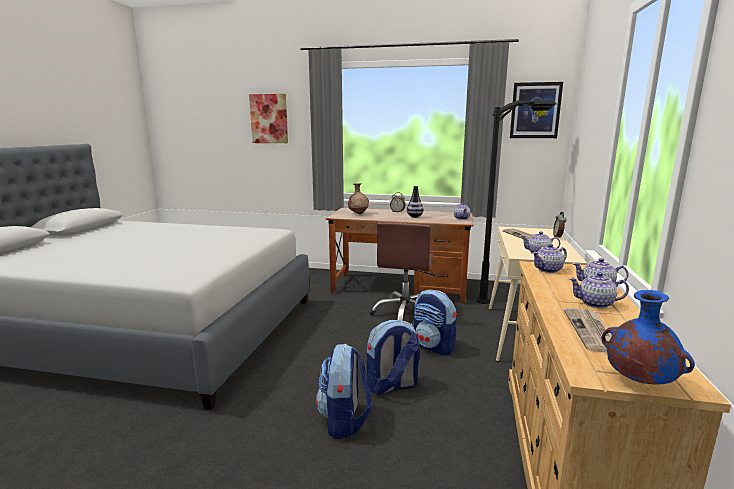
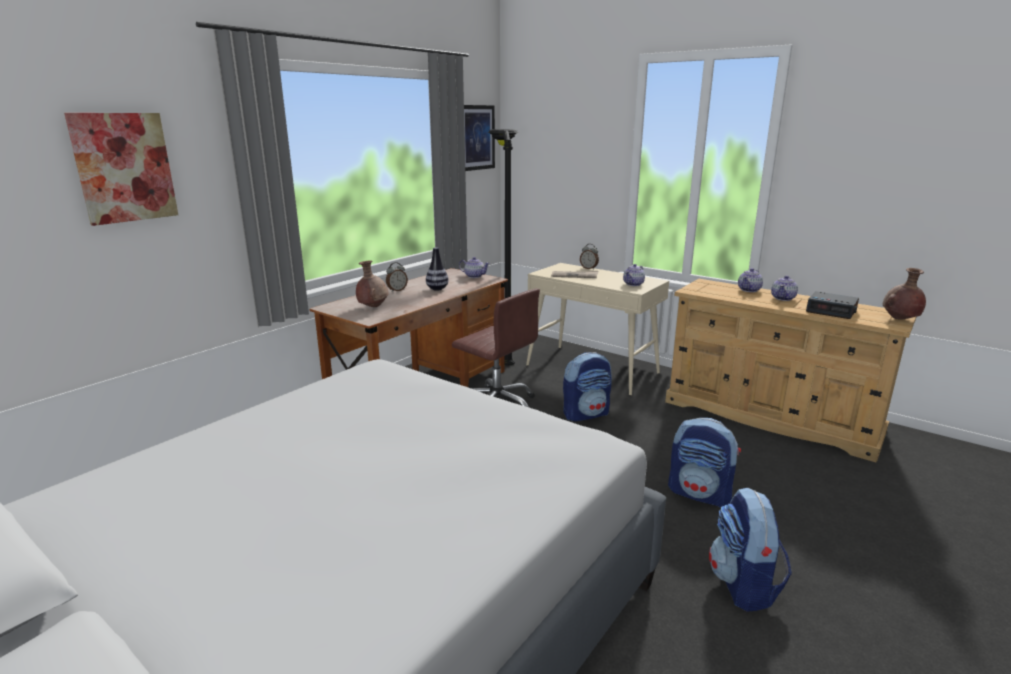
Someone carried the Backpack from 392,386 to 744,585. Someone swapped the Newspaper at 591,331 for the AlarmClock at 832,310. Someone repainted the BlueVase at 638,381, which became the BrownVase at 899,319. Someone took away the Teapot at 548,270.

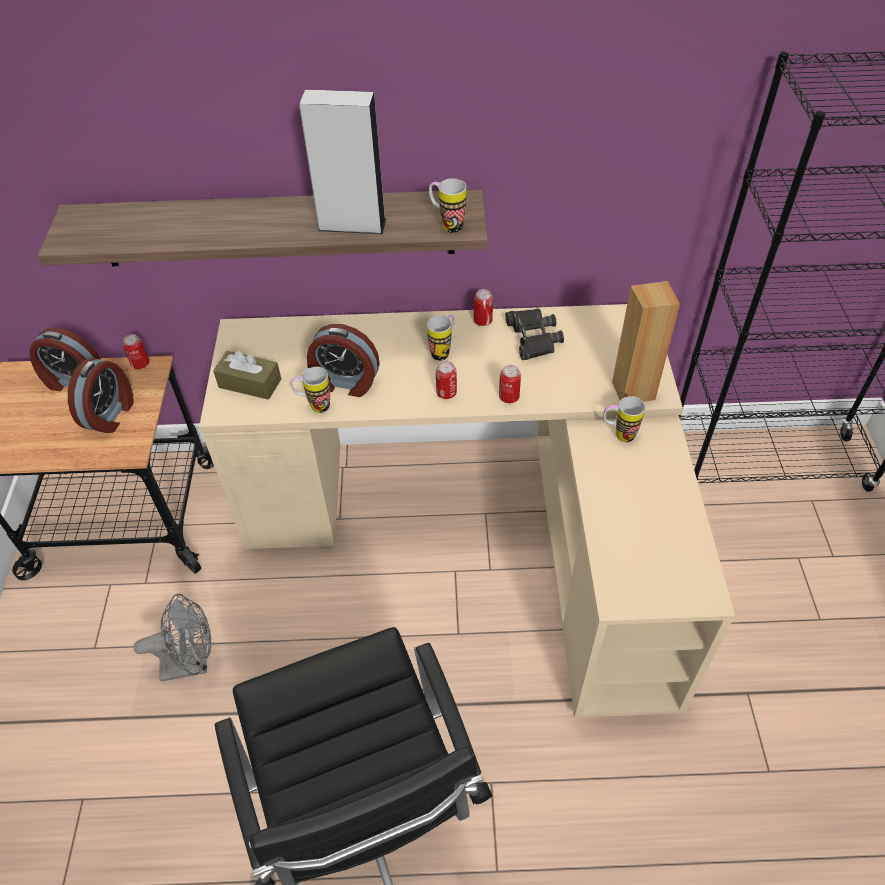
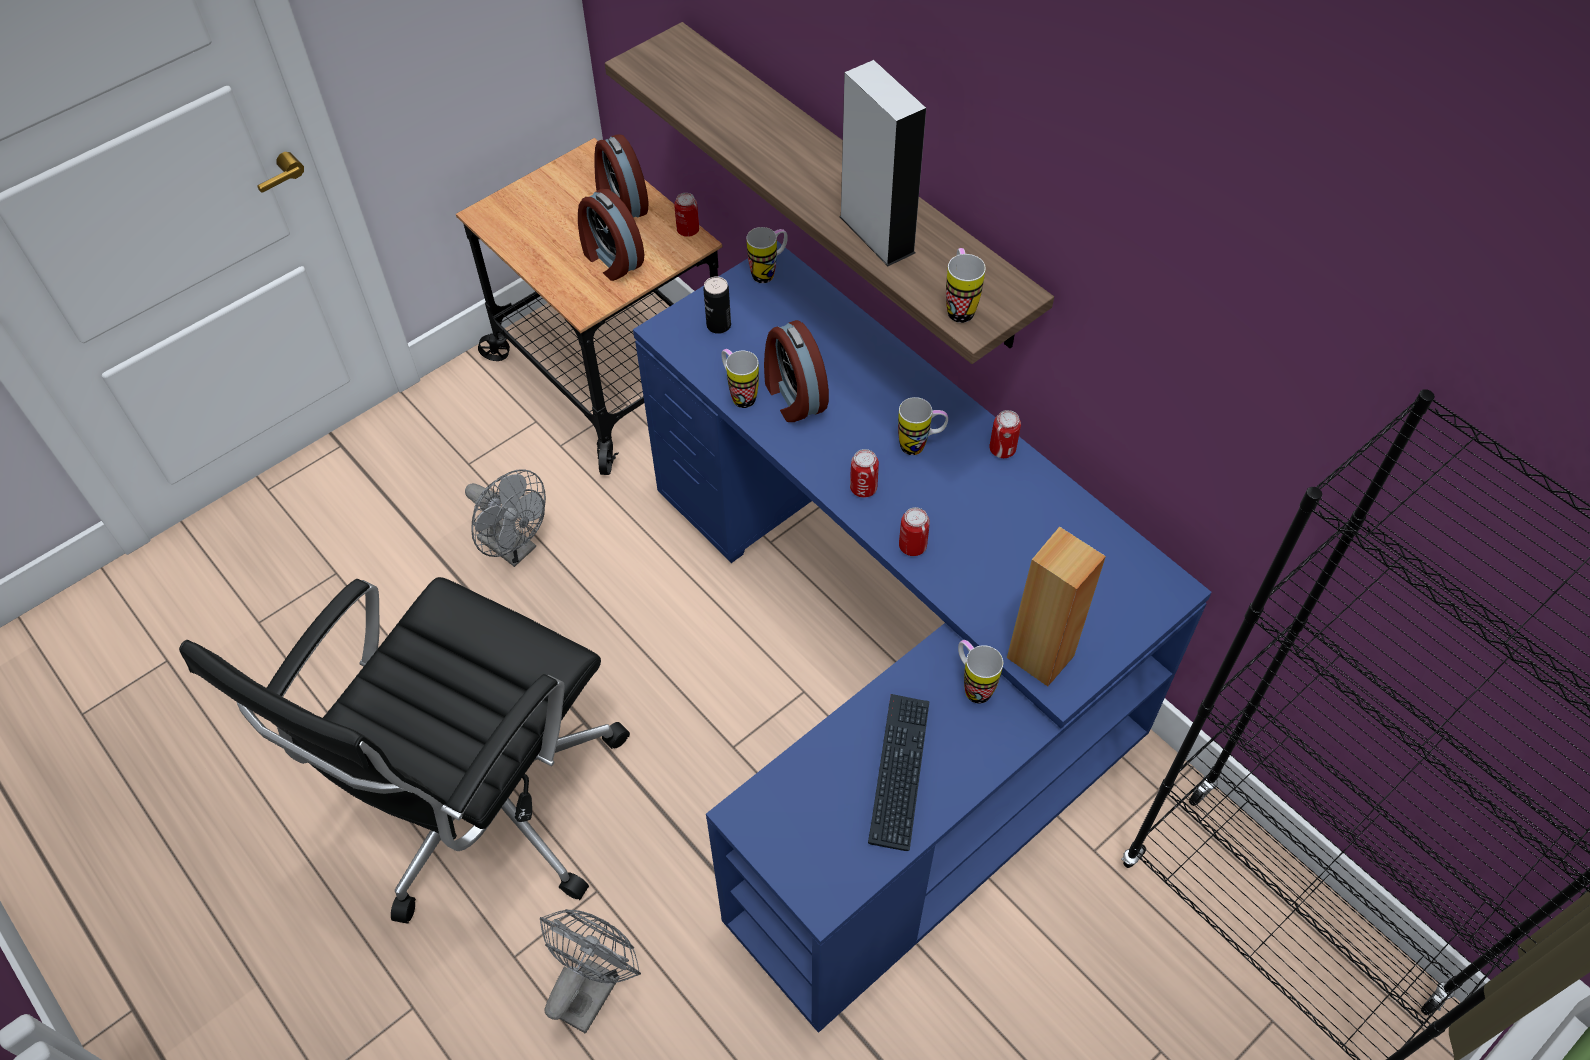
Someone put down the GreyFan at 592,985. Someone rotated the AlarmClock at 111,414 by 75 degrees clockwise. Someone repainted the BeigeDesk at 485,527, which became the BlueDesk at 885,680. Someone swapped the BrownTissueBox at 250,383 for the Can at 718,325. Someone put down the Mug at 769,272. Someone put down the Keyboard at 899,771. Someone took away the BlackBinoculars at 533,337.

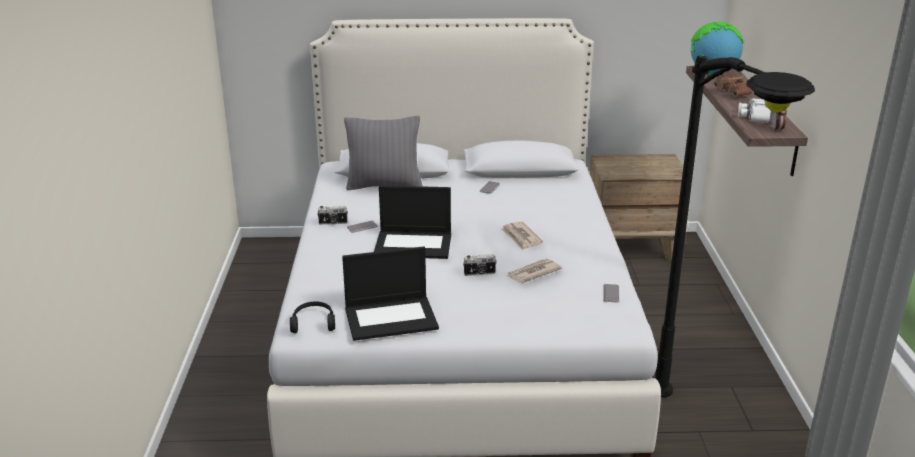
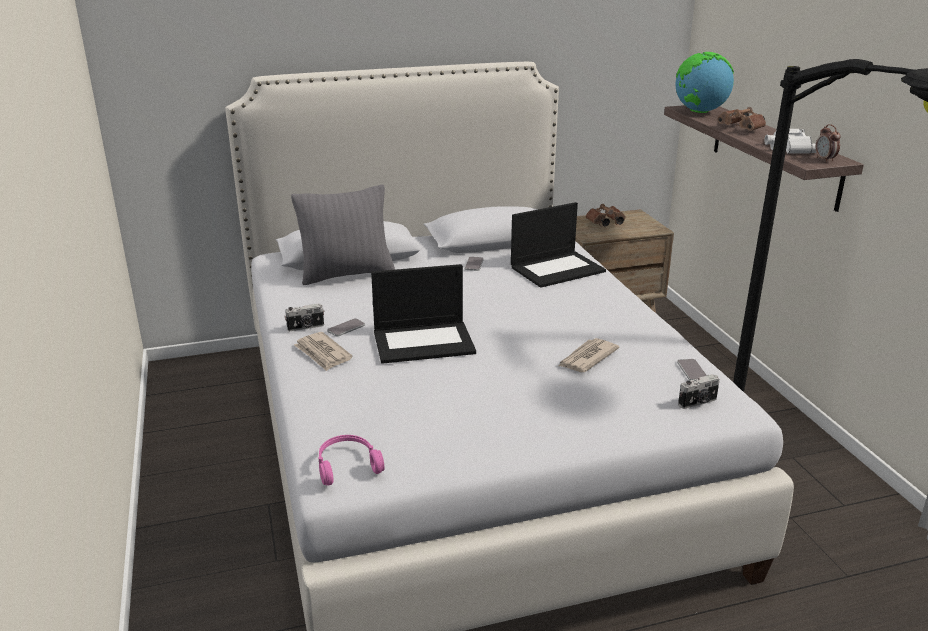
Someone carried the Newspaper from 521,237 to 322,354. Someone repainted the BlackHeadphones at 313,322, which became the PinkHeadphones at 347,465. Someone carried the Laptop from 391,318 to 557,269. Someone put down the BrownBinoculars at 605,223. Someone carried the PhotoCamera from 479,273 to 698,403.

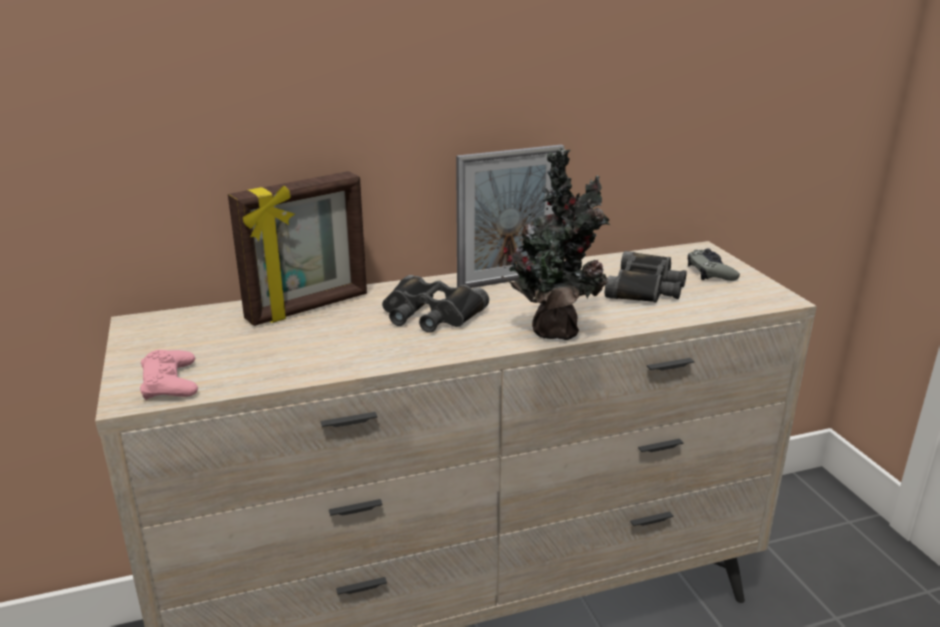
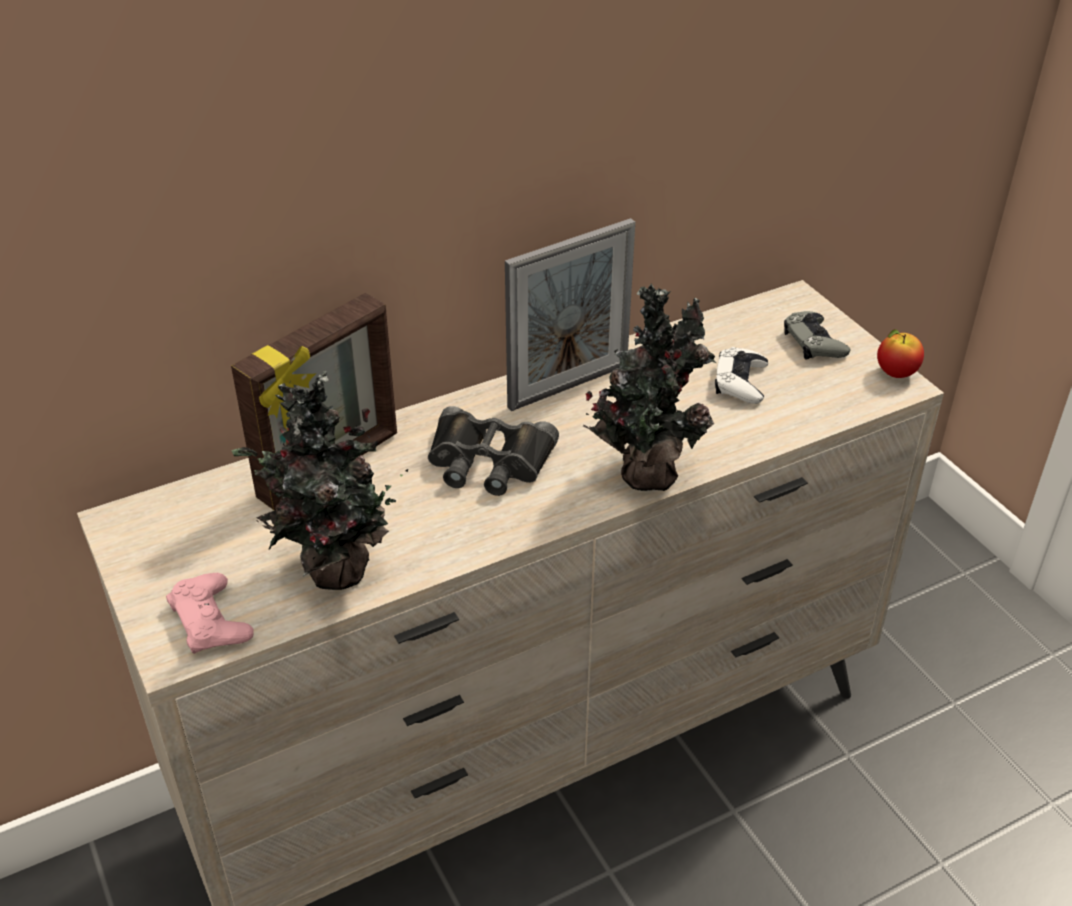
Someone put down the PottedPlant at 331,572. Someone swapped the BlackBinoculars at 646,287 for the WhiteGameController at 740,382. Someone put down the Apple at 896,373.

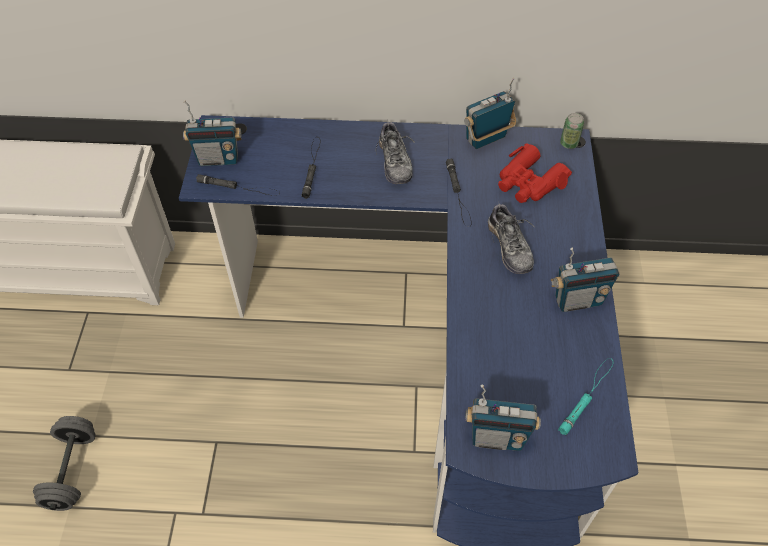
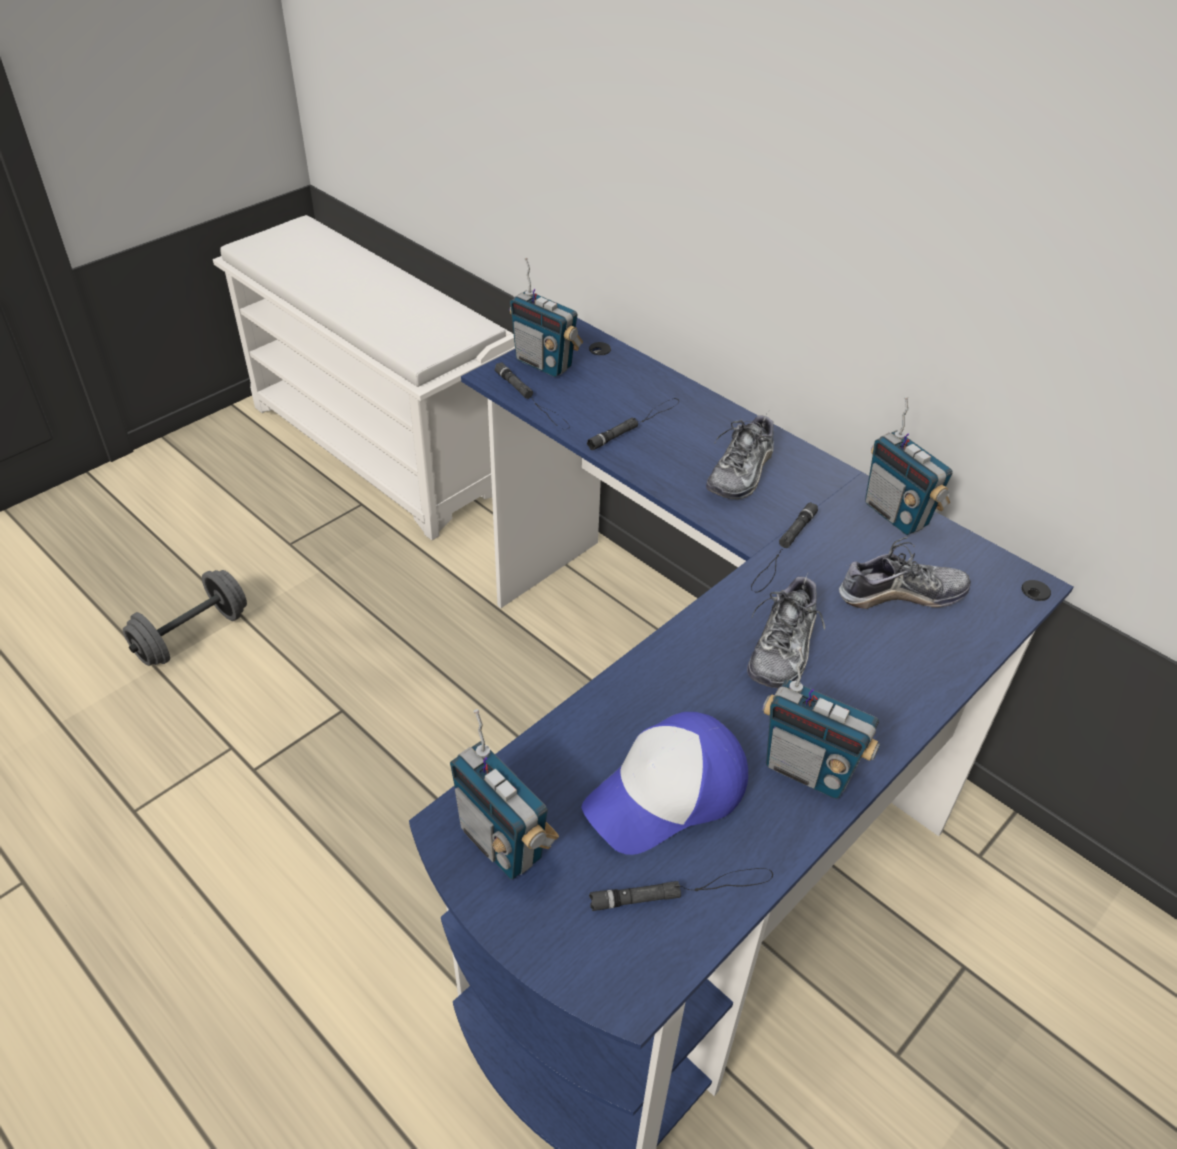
Someone put down the Cap at 667,794. Someone repainted the TurquoiseFlashlight at 587,395, which became the BlackFlashlight at 682,890. Someone swapped the RedBinoculars at 528,182 for the Shoe at 900,594. Someone rotated the Radio at 486,139 by 135 degrees counterclockwise. Someone took away the Can at 568,143.

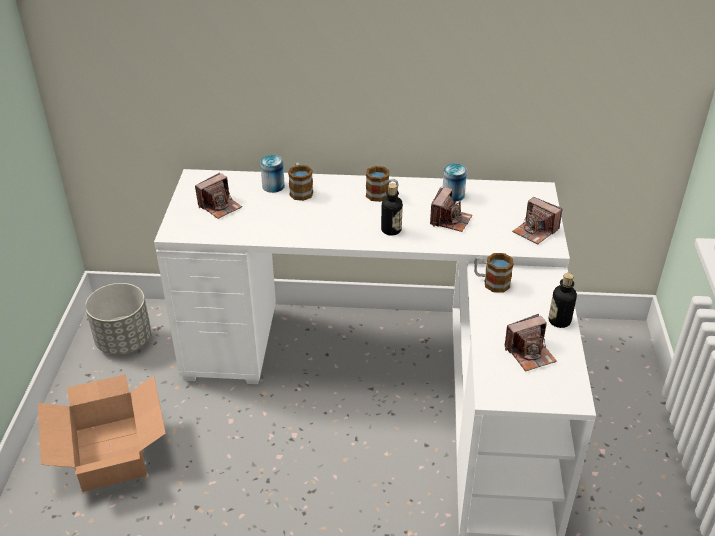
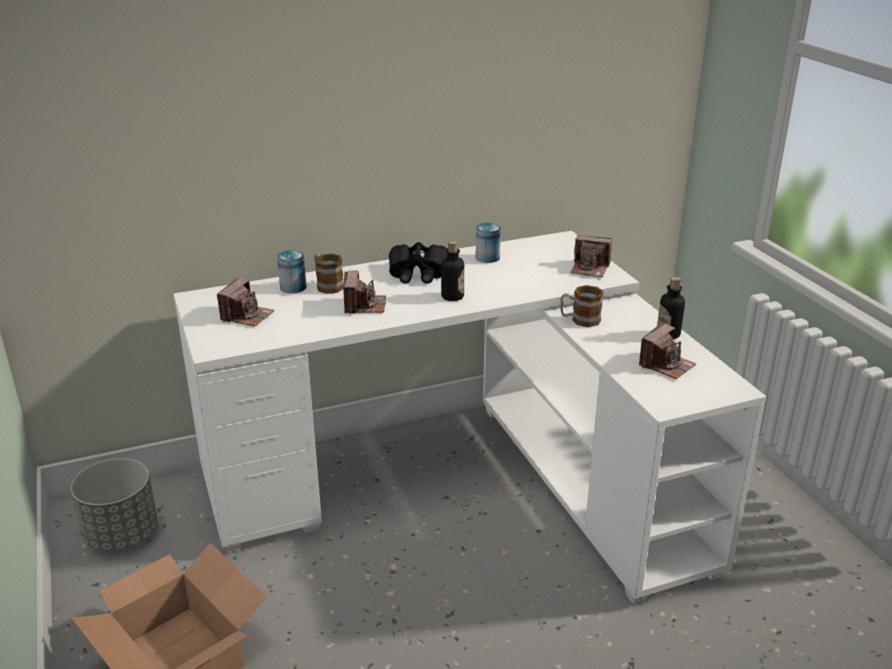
Someone carried the PhotoCamera from 450,220 to 364,305. Someone swapped the Mug at 382,196 for the BlackBinoculars at 418,272.

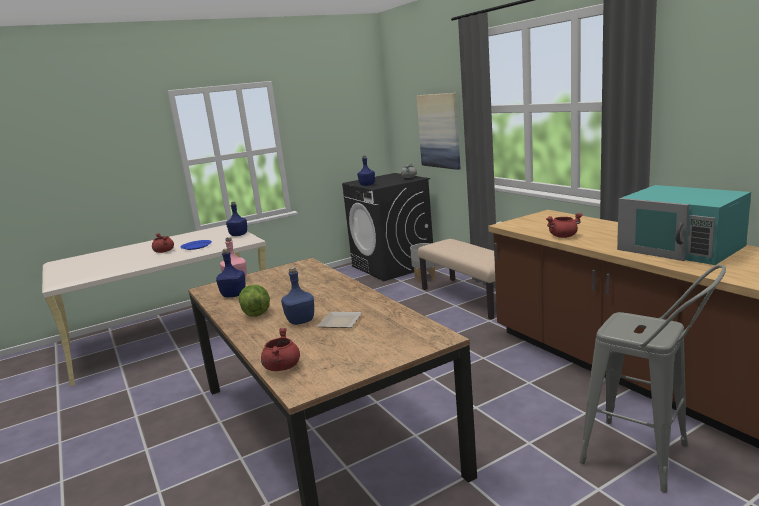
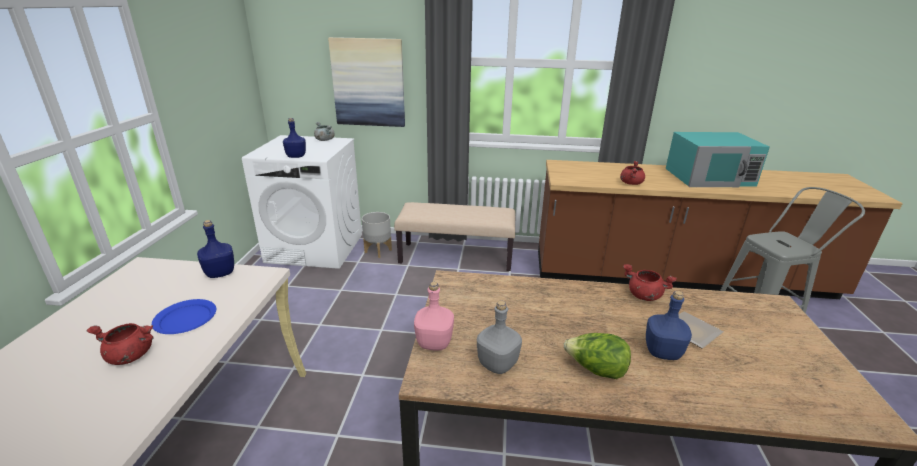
Someone repainted the BlackWashingMachine at 393,266, which became the WhiteWashingMachine at 316,248. Someone repainted the BlueBottle at 234,295, which became the GreyBottle at 498,363. Someone carried the RedCookingPot from 281,367 to 643,295.

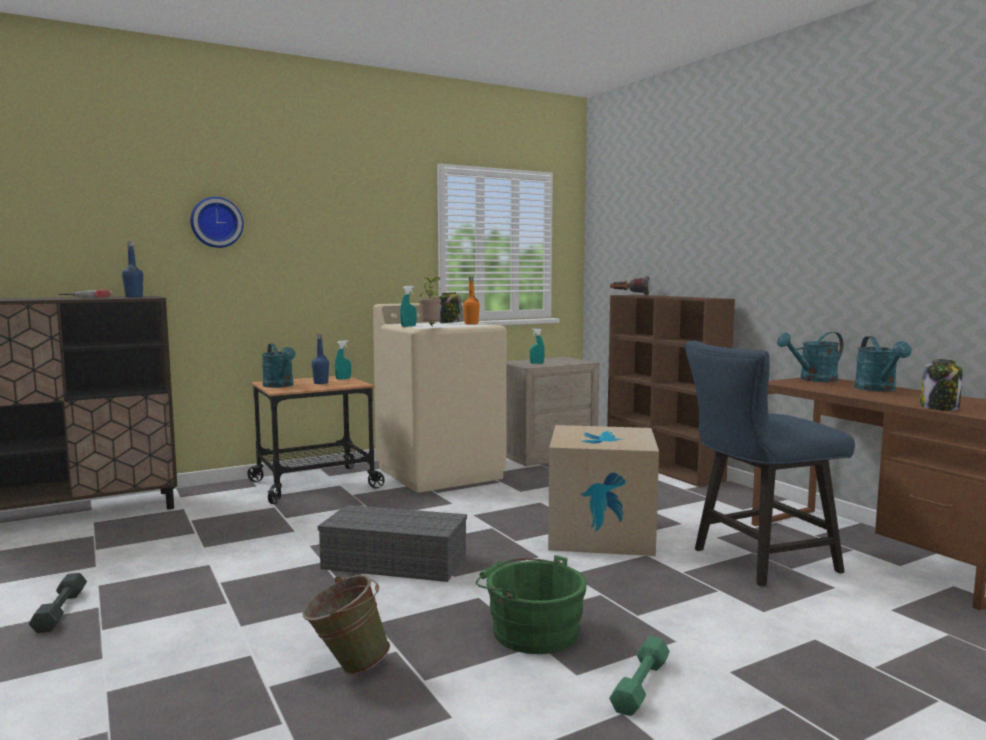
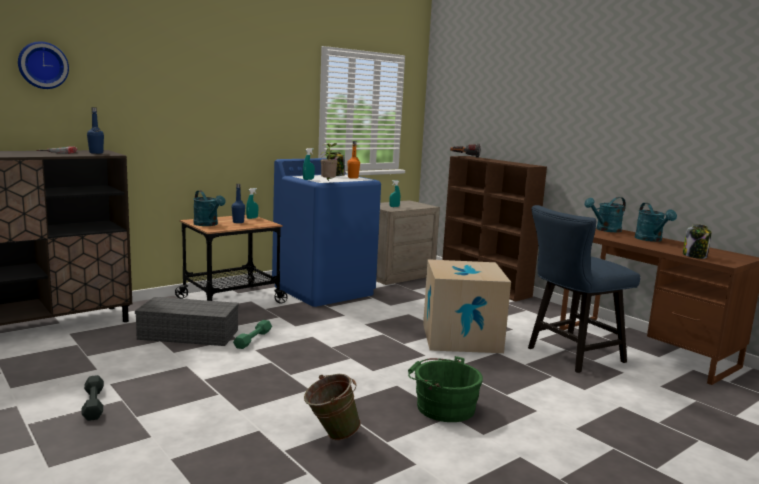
Someone carried the WallClock from 216,222 to 42,65. Someone carried the GreyStorageBox from 397,561 to 190,334. Someone carried the GreenDumbbell from 641,685 to 253,339. Someone repainted the BeigeWashingMachine at 440,473, which became the BlueWashingMachine at 324,290.

